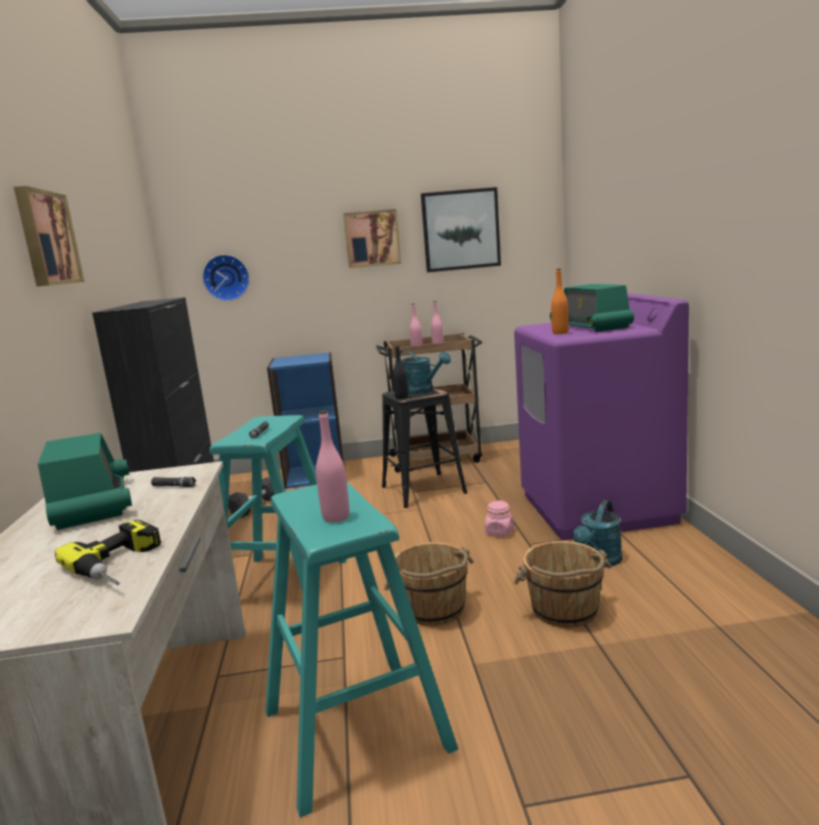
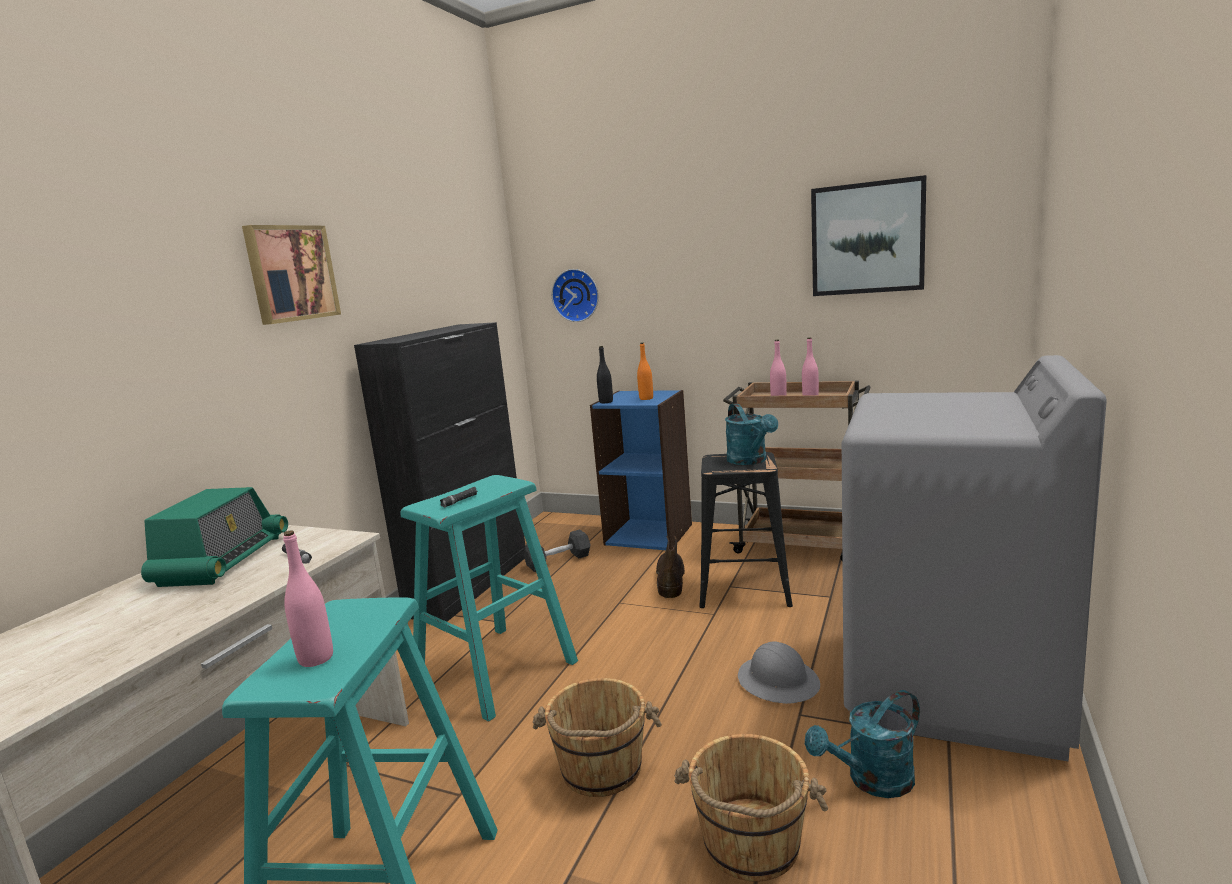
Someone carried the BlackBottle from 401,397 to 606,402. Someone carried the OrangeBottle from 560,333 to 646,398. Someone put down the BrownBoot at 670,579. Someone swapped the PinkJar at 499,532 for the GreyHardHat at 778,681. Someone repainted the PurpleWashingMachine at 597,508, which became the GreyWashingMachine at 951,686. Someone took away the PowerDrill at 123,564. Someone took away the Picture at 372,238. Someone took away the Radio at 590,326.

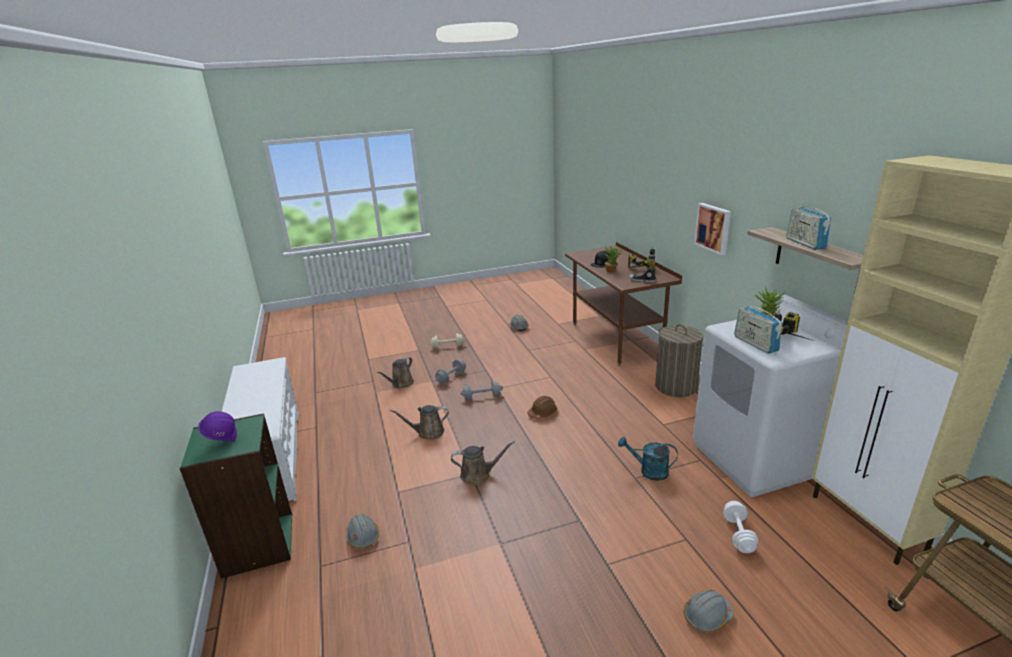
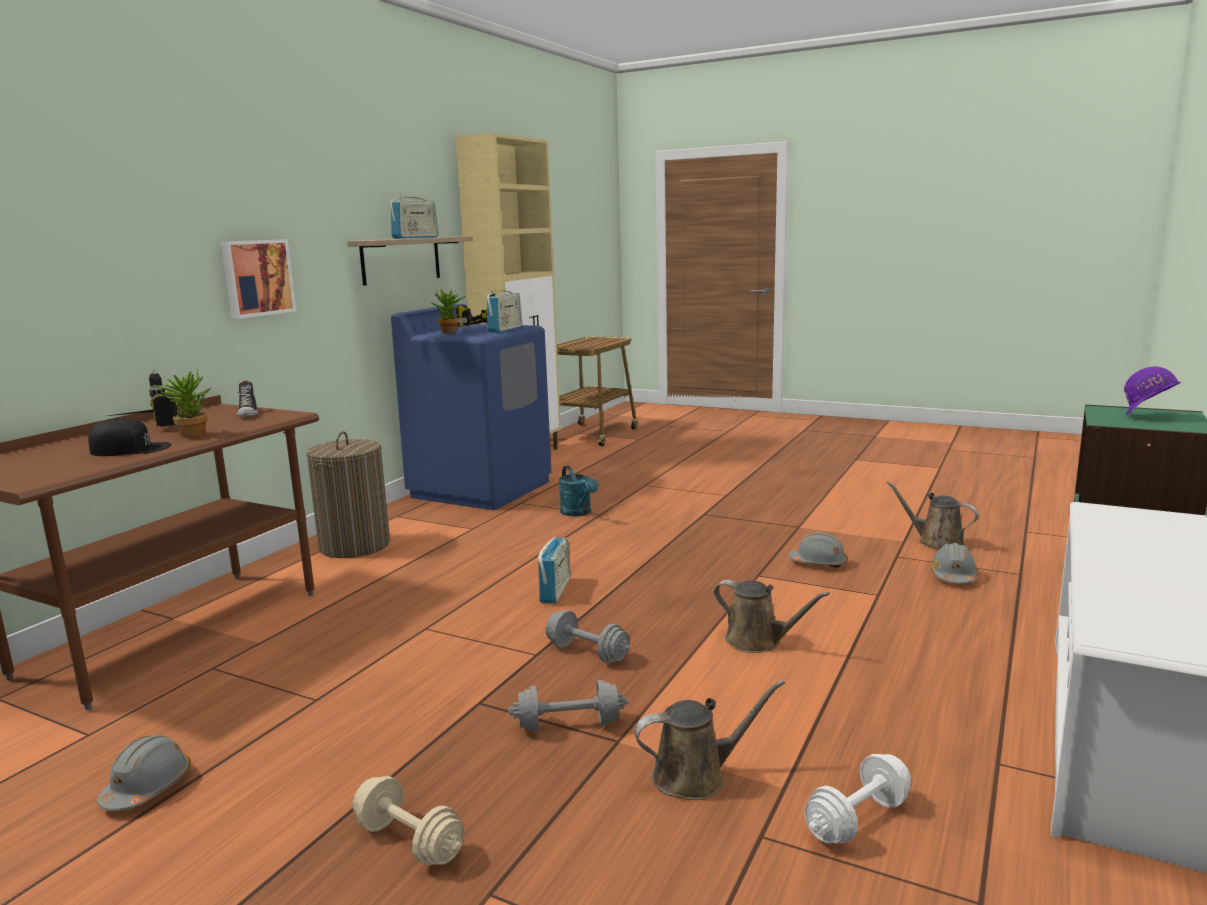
Someone repainted the WhiteWashingMachine at 757,459, which became the BlueWashingMachine at 481,489. Someone swapped the BrownHardHat at 543,413 for the Radio at 555,590. Someone carried the GreyHardHat from 707,616 to 818,563. Someone carried the WhiteDumbbell from 738,534 to 857,819. Someone carried the BrownWateringCan from 478,475 to 936,542.

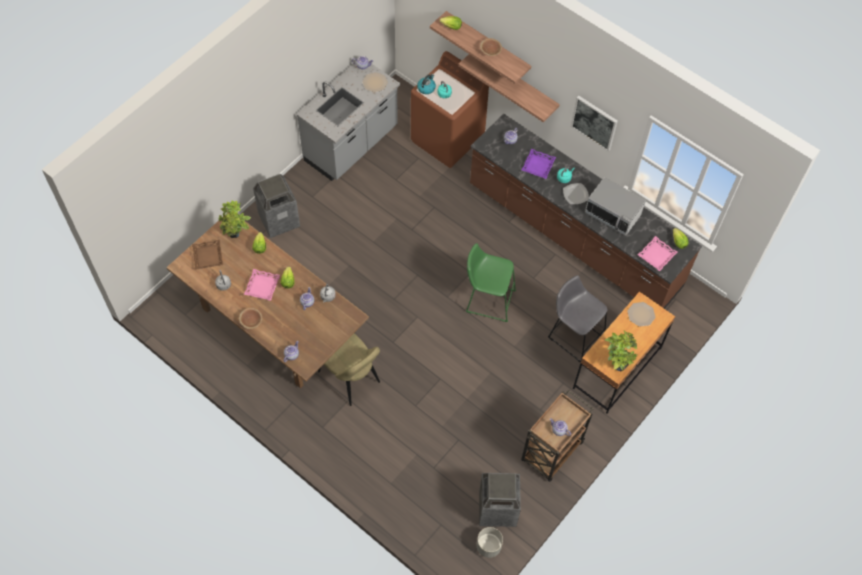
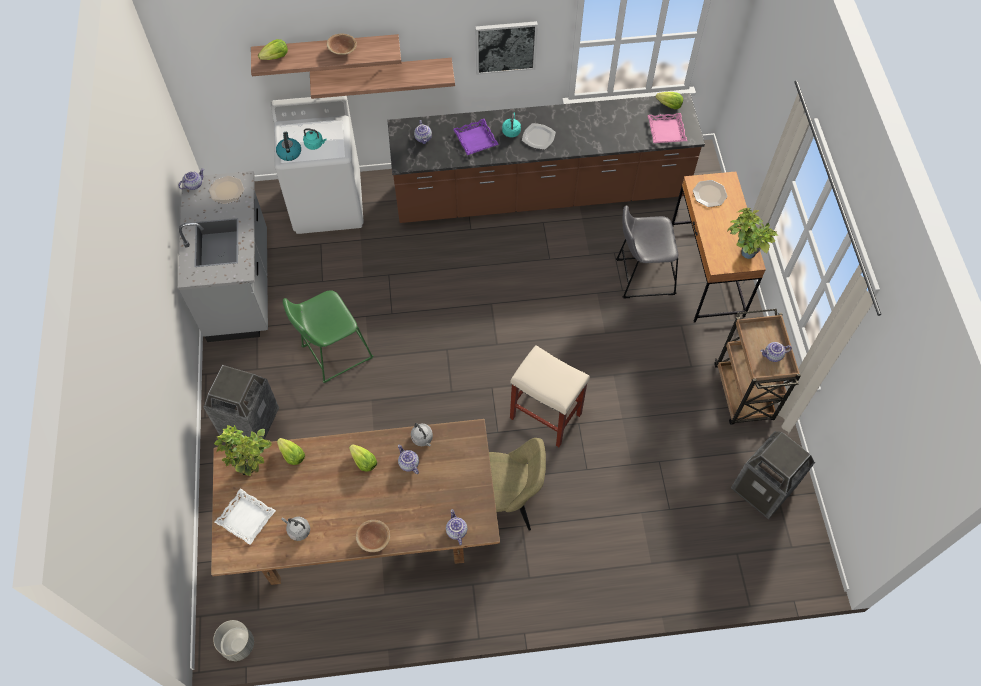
Someone carried the GreyPlanter from 488,546 to 237,644. Someone repainted the BrownTray at 208,256, which became the WhiteTray at 246,518. Someone repainted the BrownWashingMachine at 447,139, which became the WhiteWashingMachine at 328,203. Someone carried the GreenStool from 487,300 to 333,353. Someone put down the BeigeStool at 544,416. Someone took away the PinkTray at 262,286. Someone took away the Microwave at 613,214.

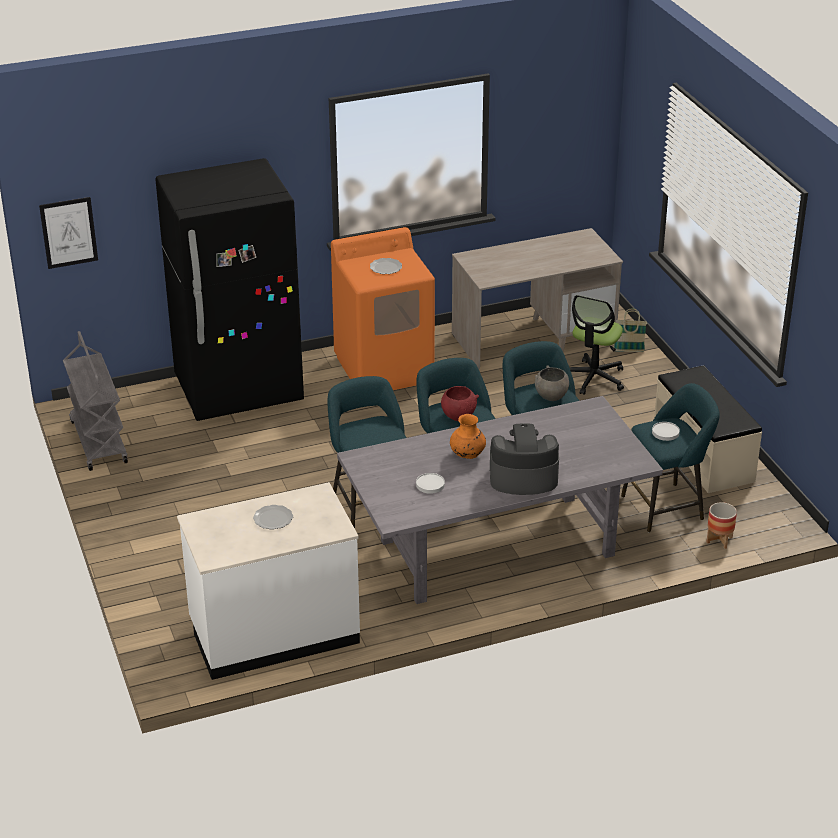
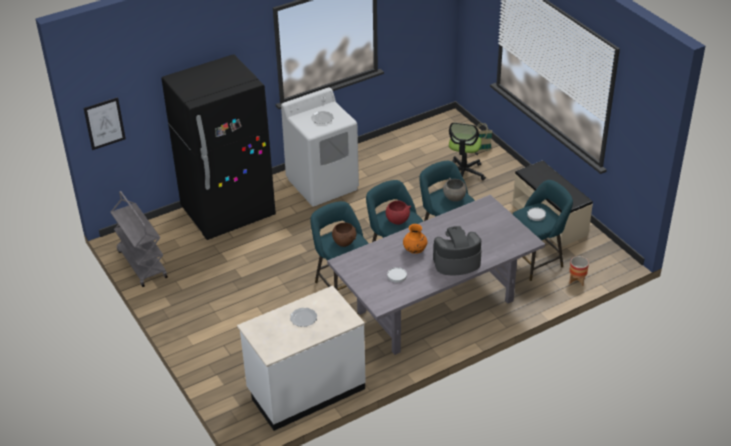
Someone repainted the OrangeWashingMachine at 384,369, which became the WhiteWashingMachine at 323,184. Someone put down the BrownBowl at 344,242. Someone took away the BeigeDesk at 534,337.

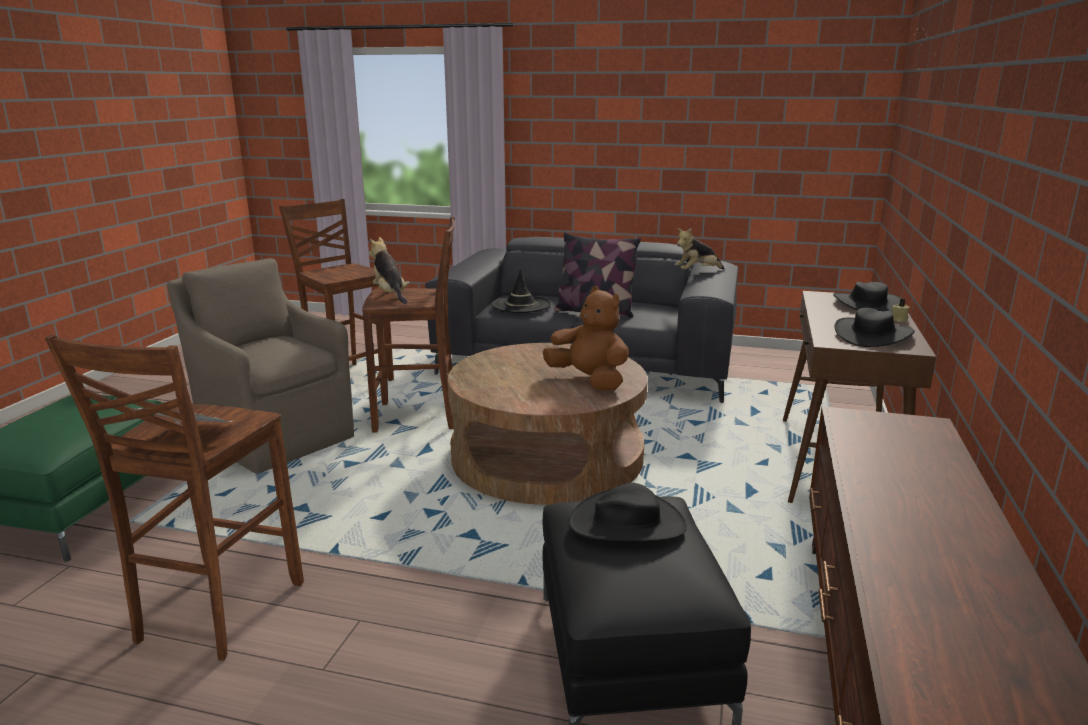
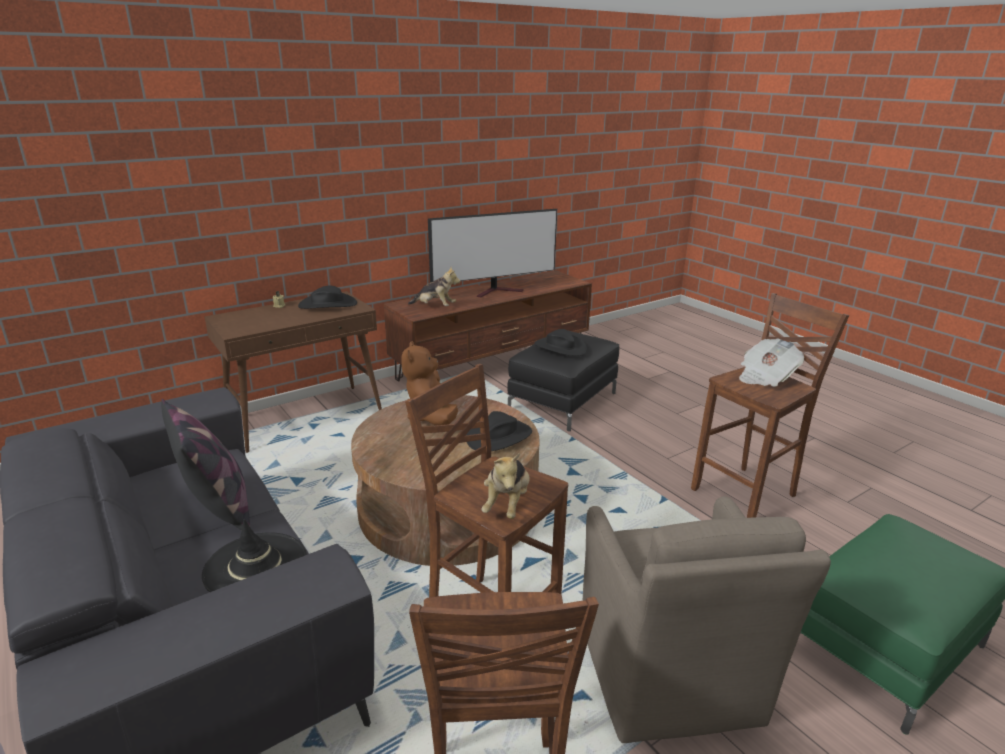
Someone carried the PlushToy from 697,272 to 435,307. Someone put down the Television at 498,291. Someone carried the BlackHat from 866,305 to 498,436.

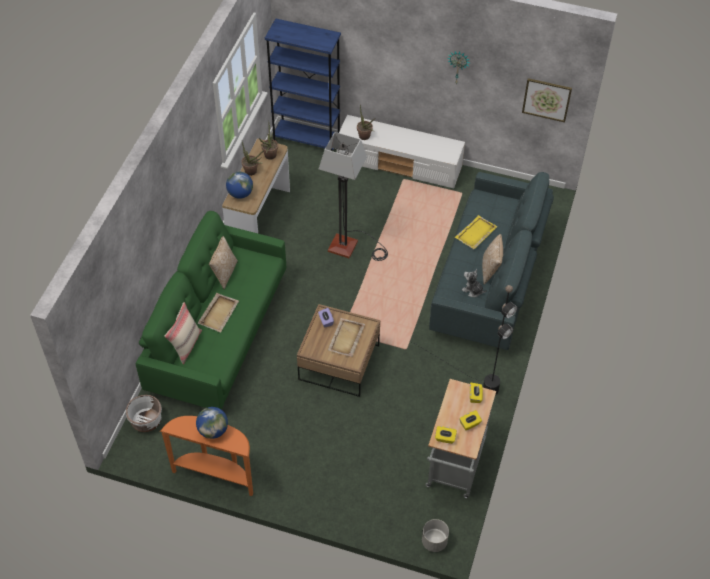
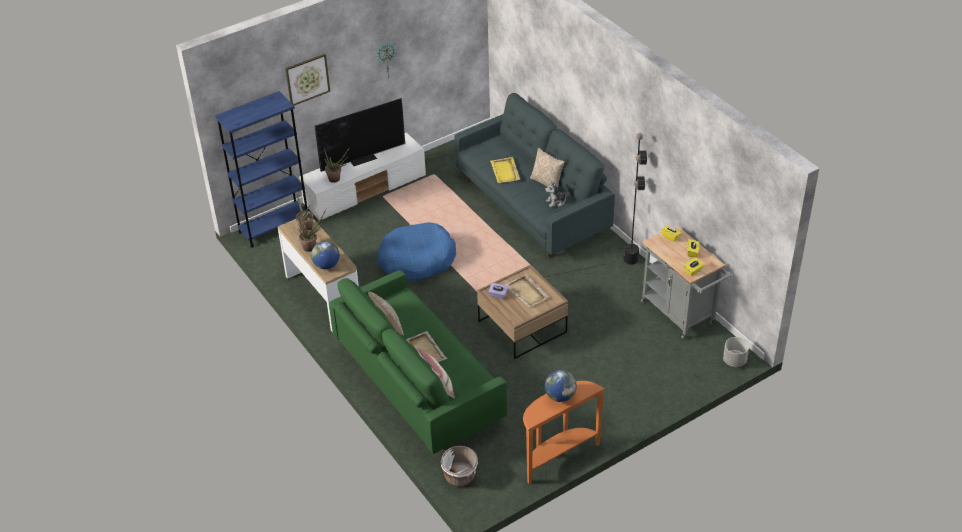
Someone carried the Picture from 546,99 to 307,79. Someone put down the Television at 363,158. Someone swapped the FloorLamp at 351,247 for the BlueDogBed at 416,260.

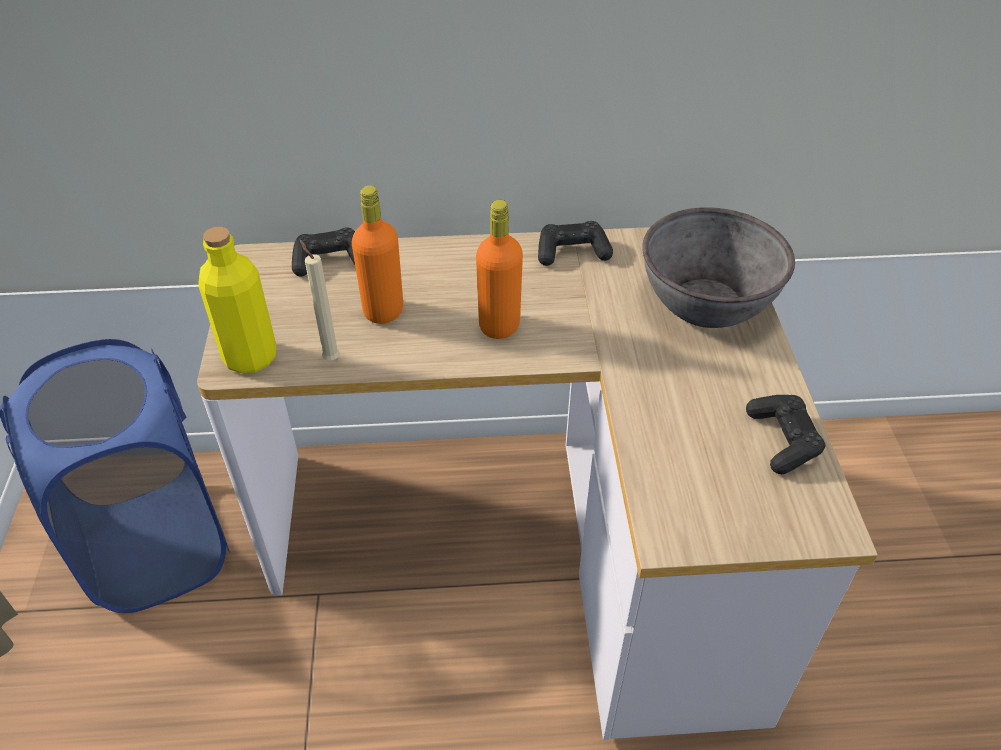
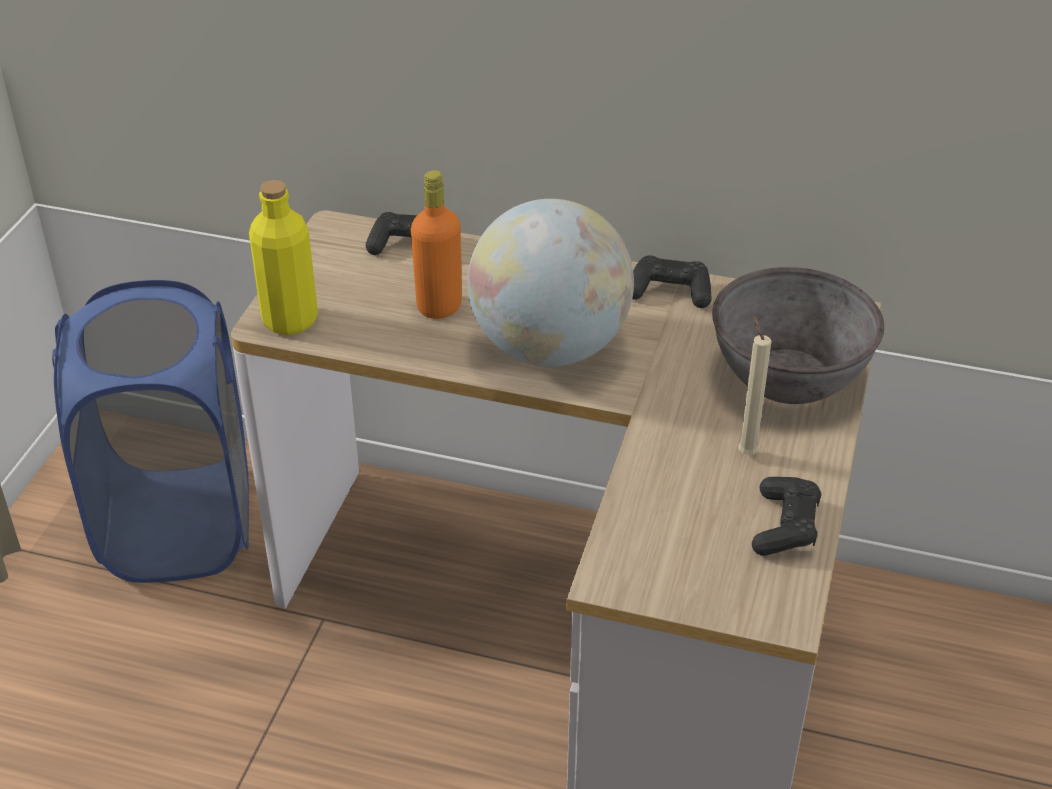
Someone swapped the OrangeBottle at 499,326 for the Globe at 549,347. Someone carried the BeigeCandle from 330,358 to 745,452.

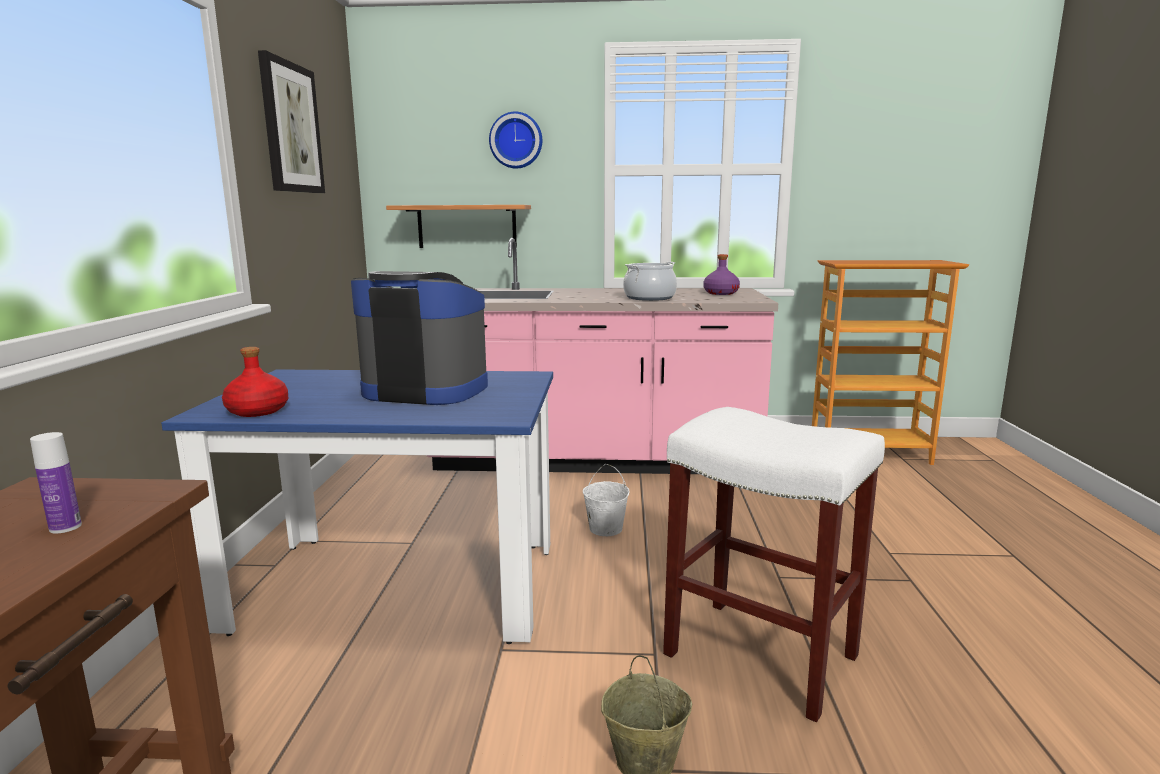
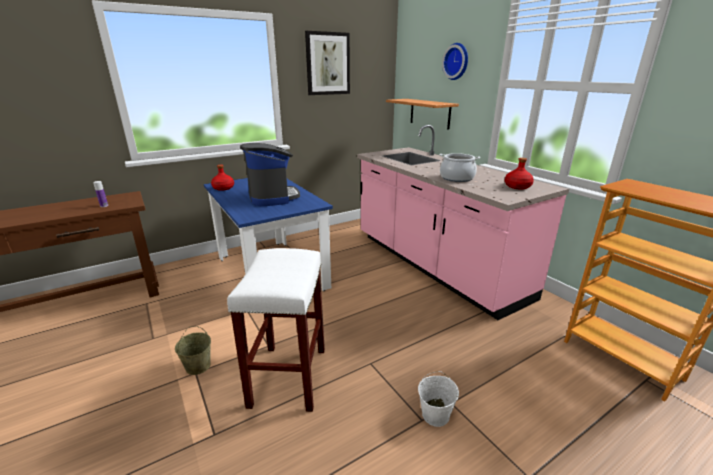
Someone carried the WhiteBucket from 605,528 to 435,414. Someone repainted the PurpleBottle at 720,293, which became the RedBottle at 517,186.

